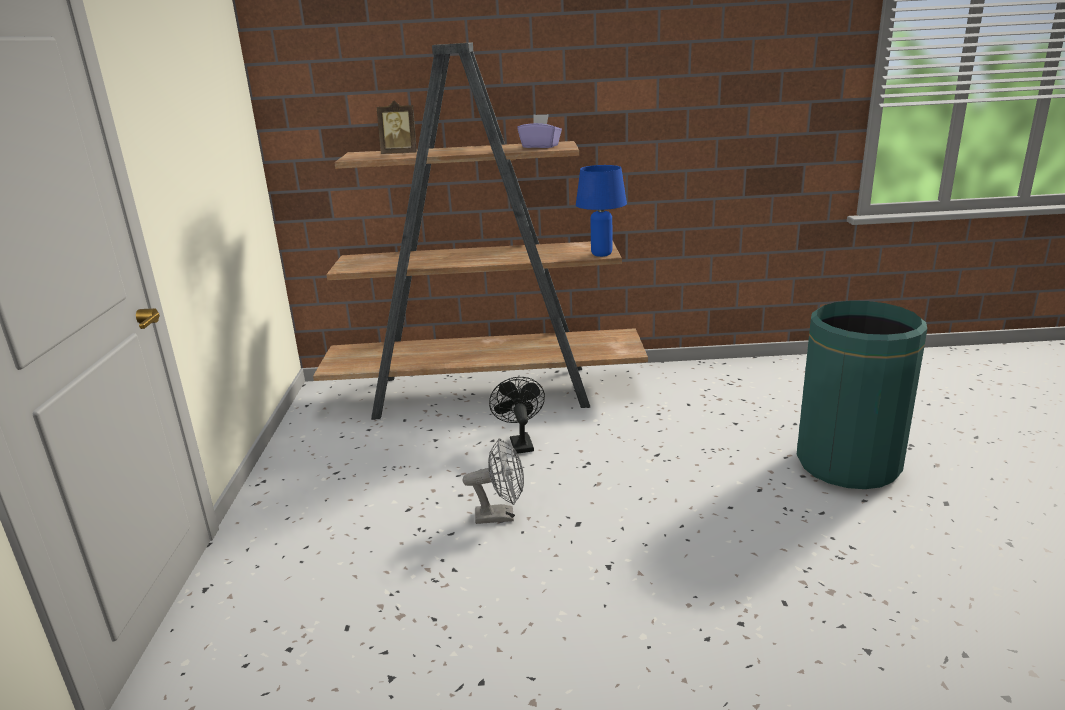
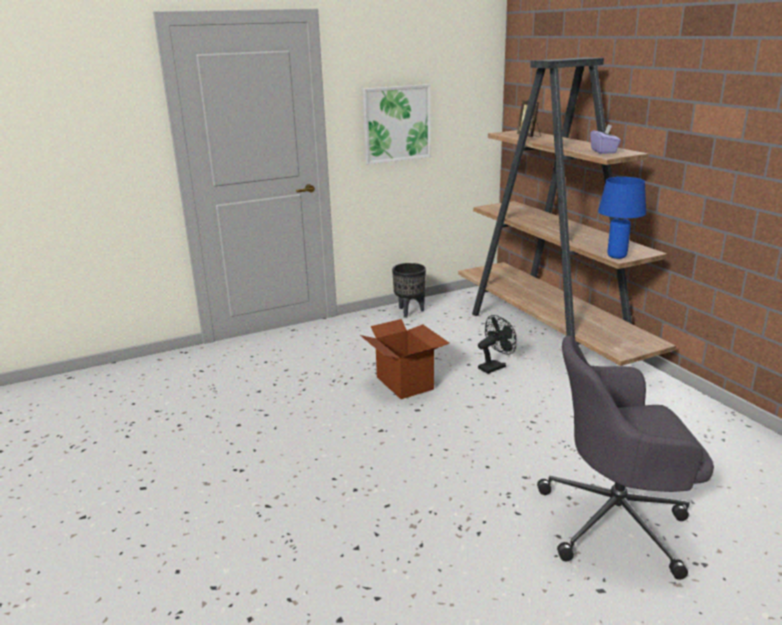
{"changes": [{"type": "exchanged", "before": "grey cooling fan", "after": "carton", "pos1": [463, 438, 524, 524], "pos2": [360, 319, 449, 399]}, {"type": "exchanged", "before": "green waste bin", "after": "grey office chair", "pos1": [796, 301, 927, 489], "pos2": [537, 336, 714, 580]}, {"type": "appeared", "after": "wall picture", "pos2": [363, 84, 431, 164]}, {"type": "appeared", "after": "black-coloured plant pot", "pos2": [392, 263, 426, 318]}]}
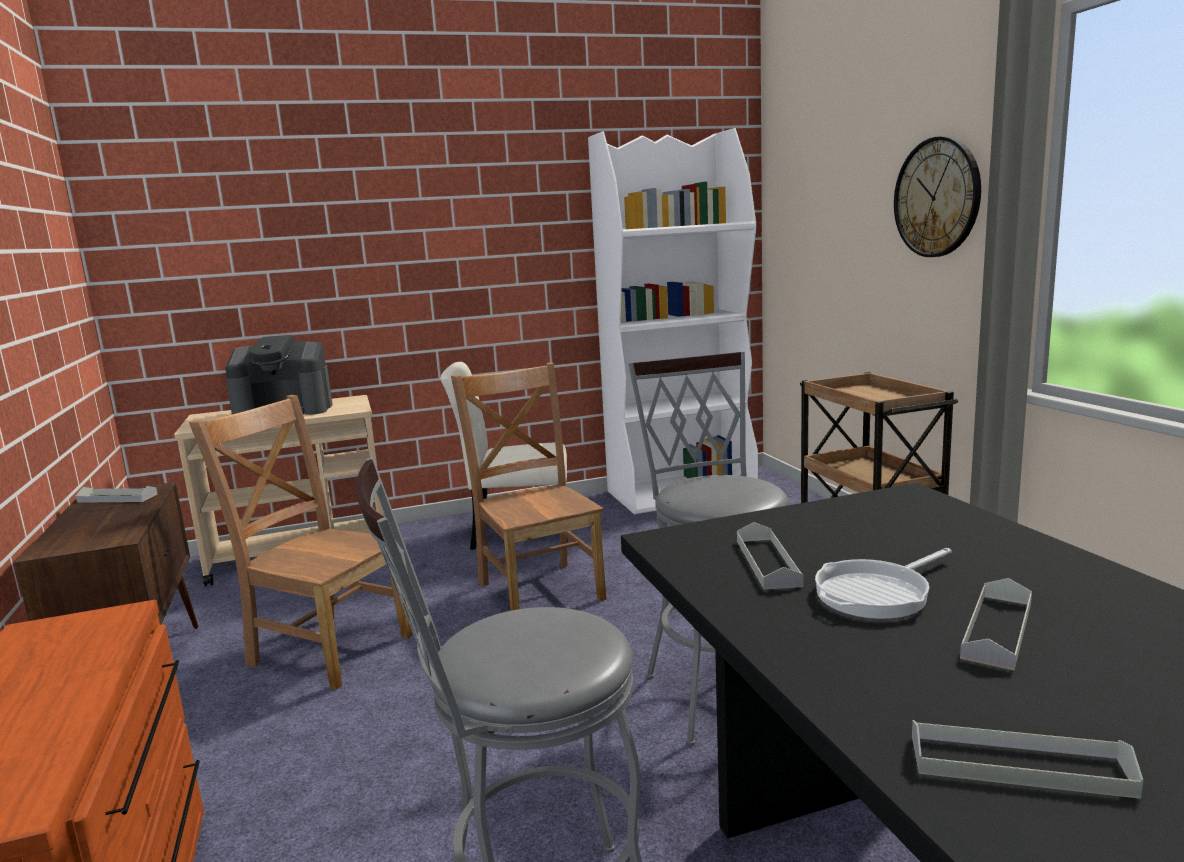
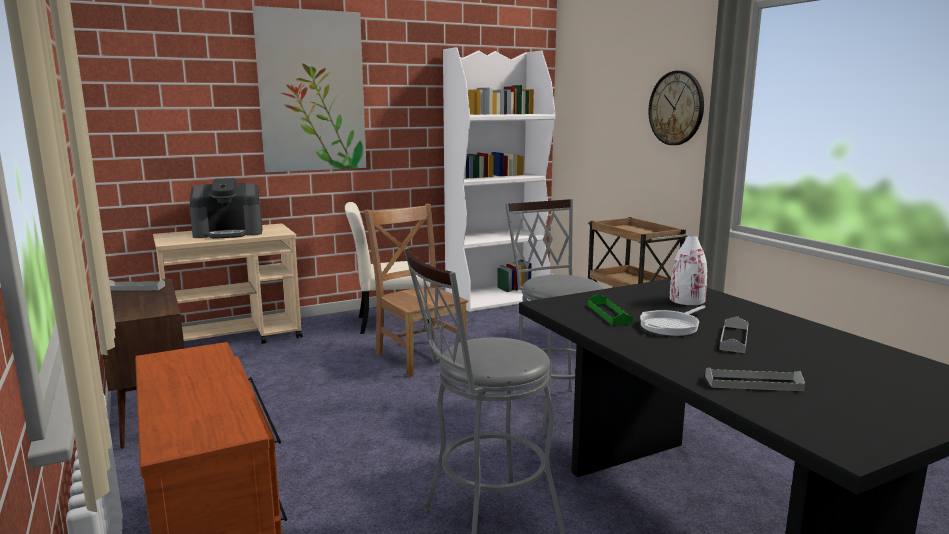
{"changes": [{"type": "missing", "before": "brown-coloured chair", "pos1": [189, 395, 412, 690]}, {"type": "colour", "before": "grey serving tray", "after": "green serving tray", "pos1": [737, 522, 804, 590], "pos2": [588, 294, 633, 325]}, {"type": "appeared", "after": "wall picture", "pos2": [252, 6, 366, 172]}, {"type": "appeared", "after": "whitish vase", "pos2": [670, 235, 707, 305]}]}
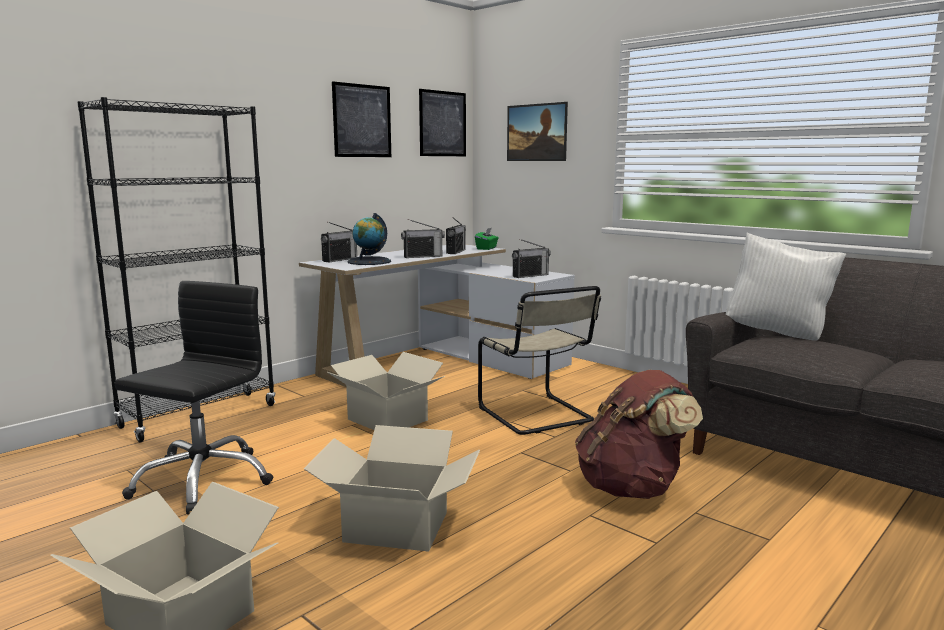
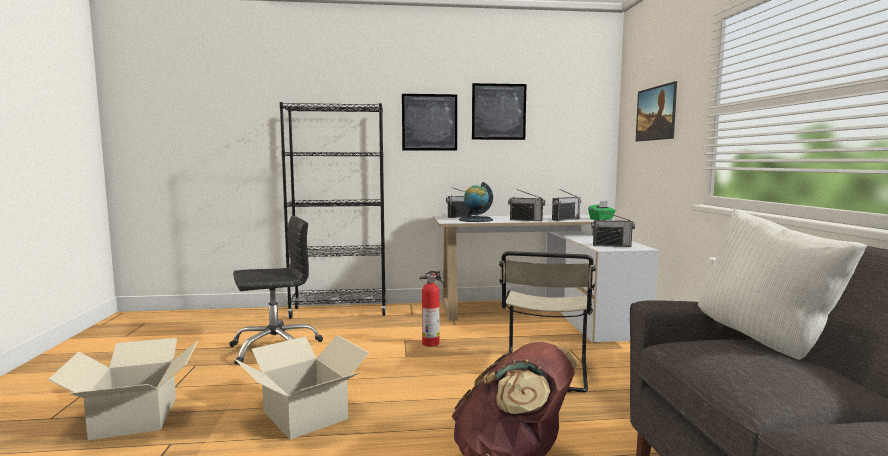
{"changes": [{"type": "exchanged", "before": "carton", "after": "extinguisher", "pos1": [327, 352, 445, 430], "pos2": [419, 271, 445, 347]}, {"type": "relocated", "before": "wall picture", "pos1": [419, 89, 466, 156], "pos2": [402, 94, 457, 151]}]}
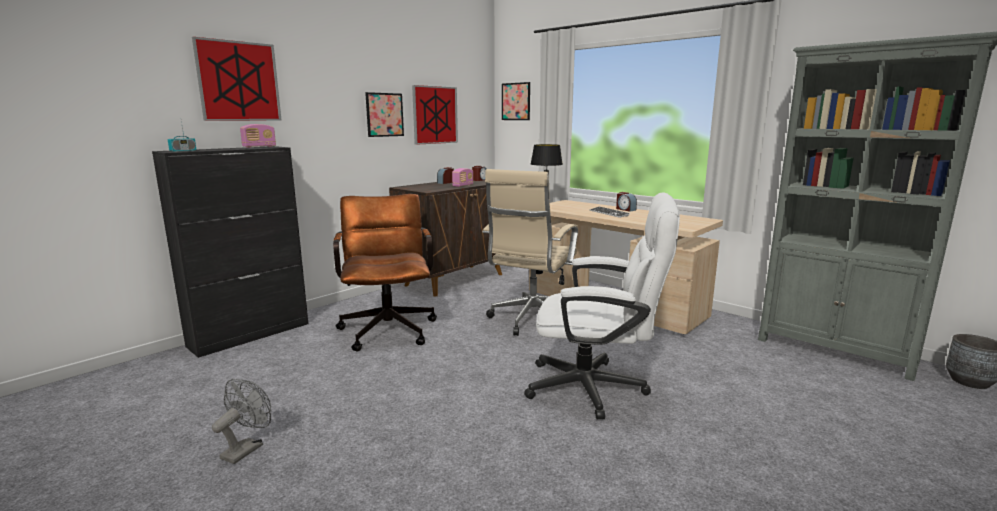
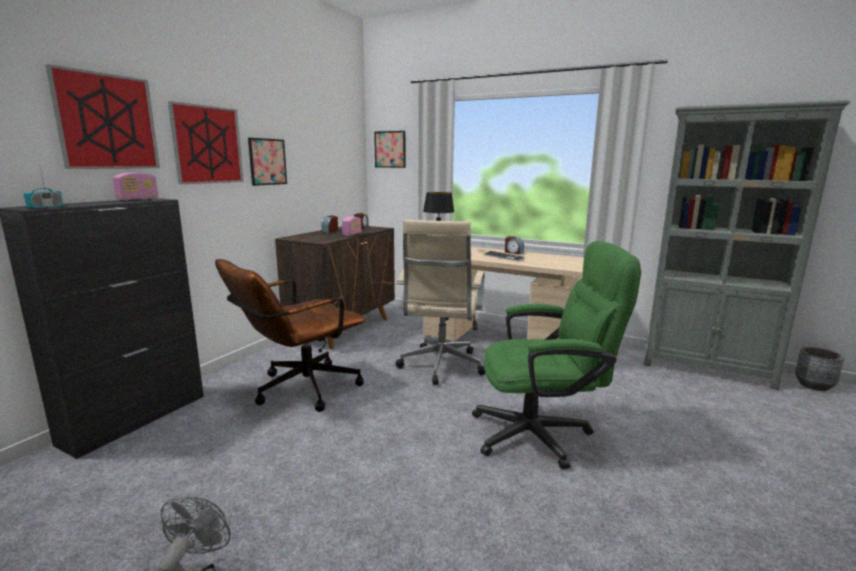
{"changes": [{"type": "spun", "before": "brown-coloured office chair", "pos1": [333, 194, 437, 351], "pos2": [215, 259, 365, 412], "turn": -105}, {"type": "relocated", "before": "wall picture", "pos1": [412, 85, 458, 145], "pos2": [168, 101, 244, 184]}, {"type": "colour", "before": "whitish office chair", "after": "green office chair", "pos1": [524, 192, 680, 420], "pos2": [472, 241, 641, 469]}]}
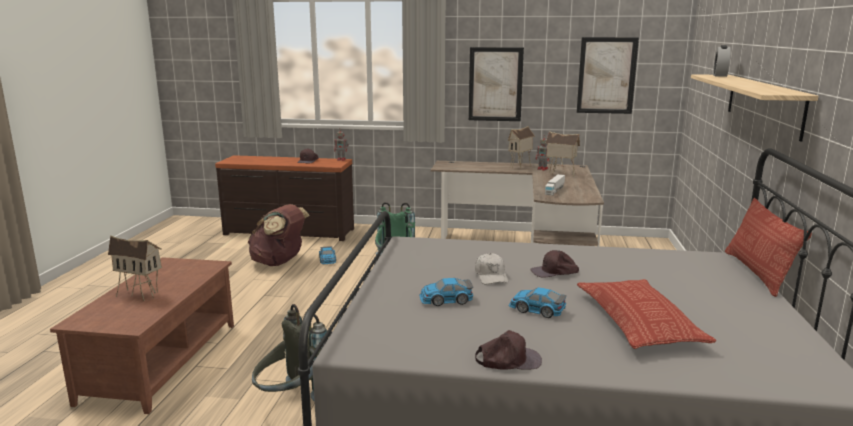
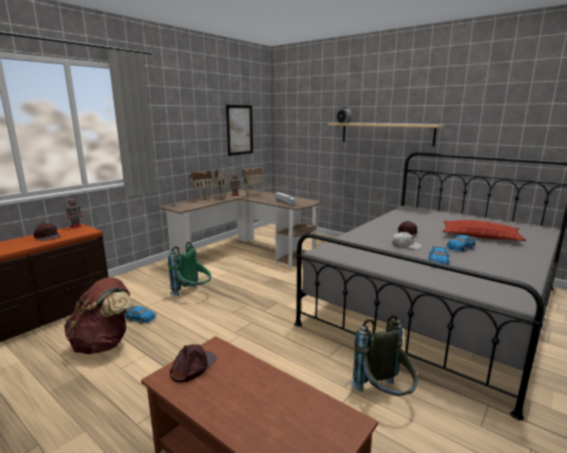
{"changes": [{"type": "relocated", "before": "miniature house", "pos1": [108, 236, 162, 301], "pos2": [189, 170, 213, 202]}, {"type": "missing", "before": "wall picture", "pos1": [469, 47, 524, 121]}, {"type": "relocated", "before": "brown-coloured baseball cap", "pos1": [475, 330, 542, 370], "pos2": [170, 344, 216, 383]}, {"type": "missing", "before": "throw pillow", "pos1": [725, 198, 812, 297]}]}
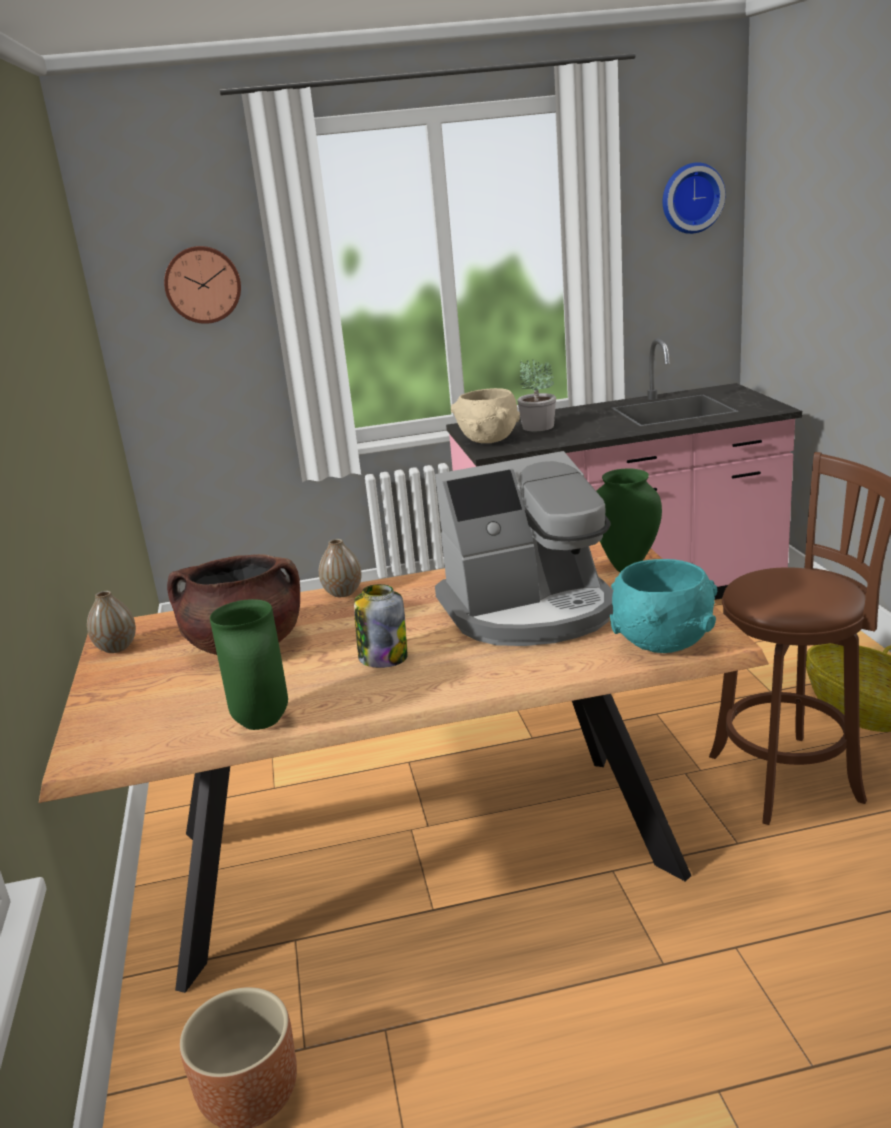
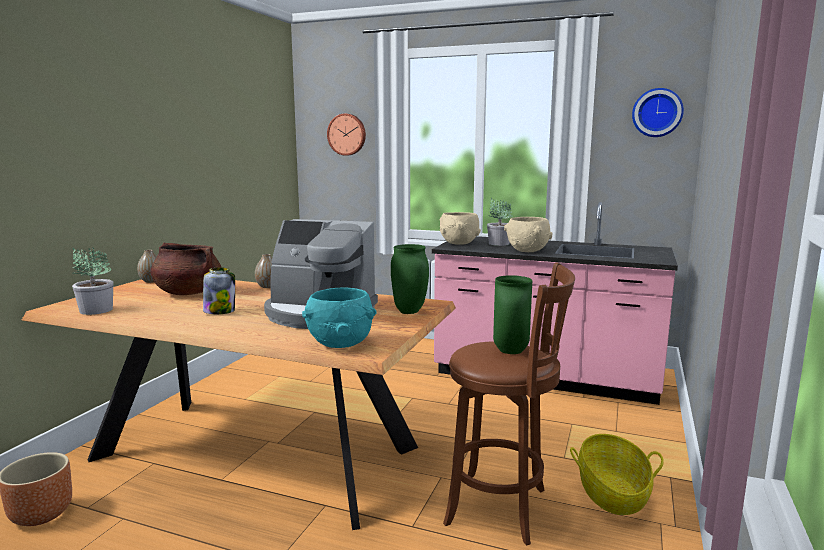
{"changes": [{"type": "relocated", "before": "green vase", "pos1": [210, 599, 288, 730], "pos2": [493, 275, 532, 354]}, {"type": "appeared", "after": "potted plant", "pos2": [72, 247, 113, 315]}, {"type": "appeared", "after": "sand-coloured bowl", "pos2": [504, 217, 552, 252]}]}
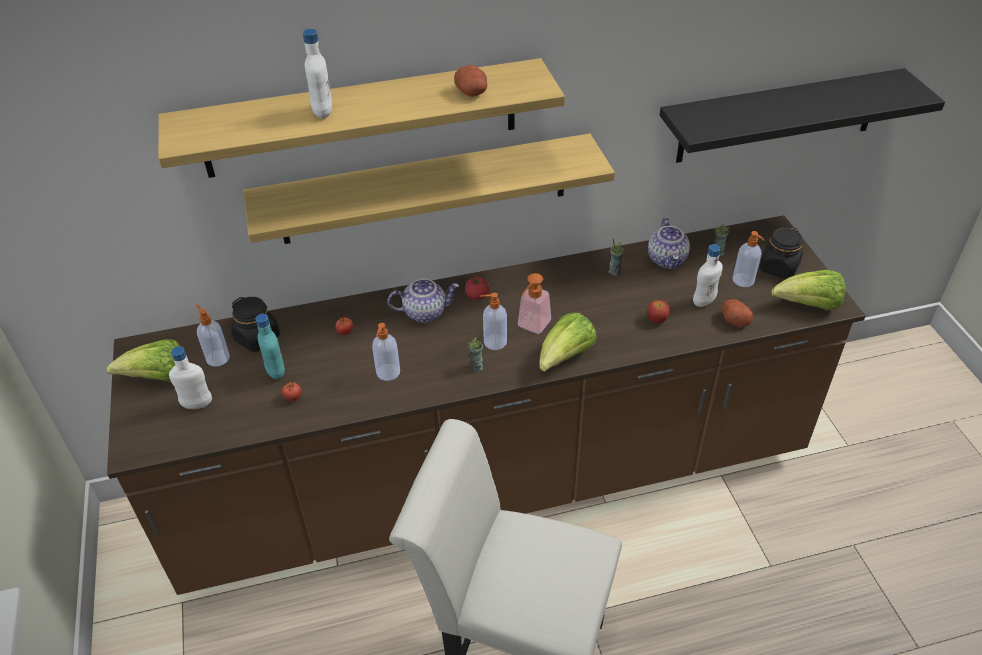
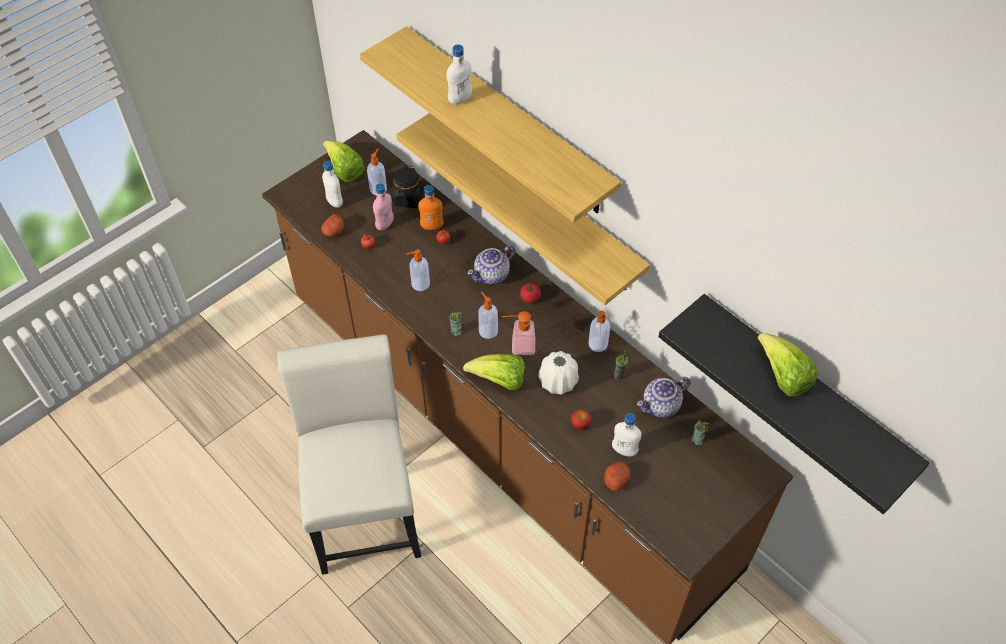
{"changes": [{"type": "colour", "before": "blue-green beverage bottle", "after": "pink-coloured beverage bottle", "pos1": [255, 314, 285, 379], "pos2": [373, 183, 394, 230]}, {"type": "spun", "before": "tea pot", "pos1": [387, 279, 459, 323], "pos2": [468, 245, 515, 284], "turn": 90}, {"type": "relocated", "before": "spud", "pos1": [454, 65, 487, 97], "pos2": [321, 214, 344, 237]}, {"type": "relocated", "before": "liquid soap bottle", "pos1": [732, 231, 765, 287], "pos2": [588, 311, 610, 352]}, {"type": "missing", "before": "black-coloured preserve jar", "pos1": [759, 226, 803, 279]}, {"type": "relocated", "before": "lettuce", "pos1": [771, 270, 845, 310], "pos2": [758, 333, 818, 396]}, {"type": "appeared", "after": "orange-coloured beverage bottle", "pos2": [418, 185, 444, 230]}, {"type": "appeared", "after": "whitish vase", "pos2": [538, 351, 579, 395]}]}
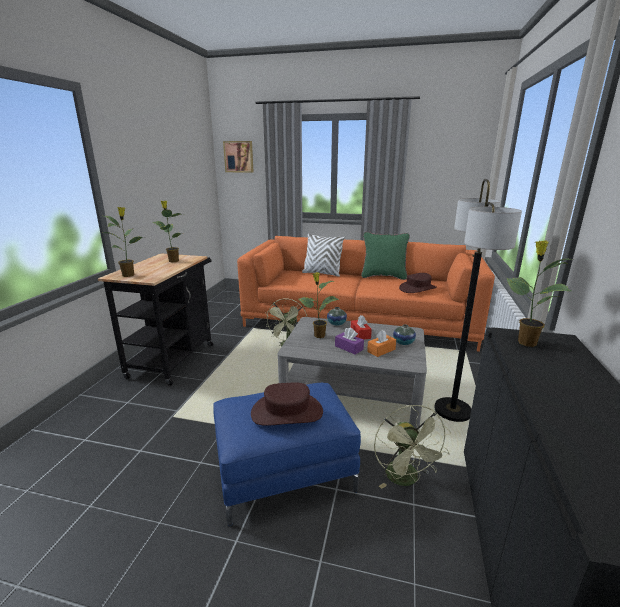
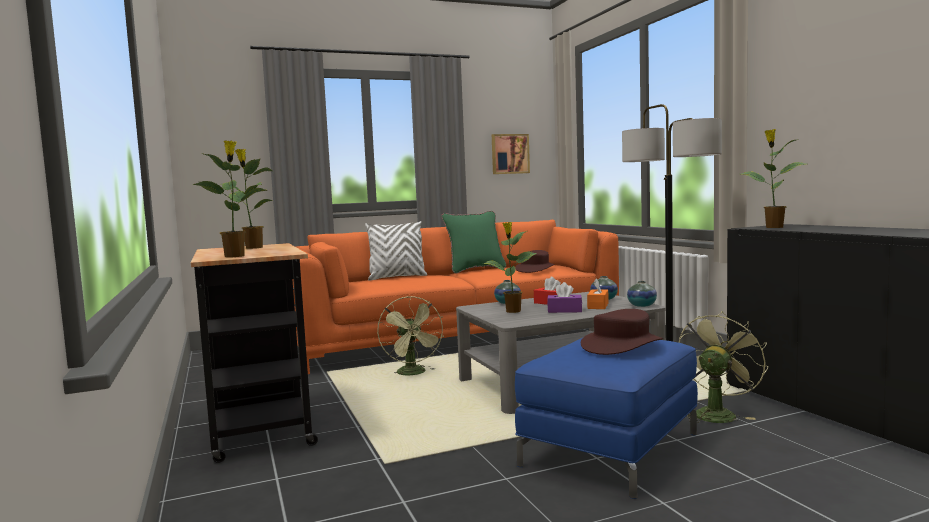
{"changes": [{"type": "relocated", "before": "wall picture", "pos1": [223, 141, 253, 173], "pos2": [492, 134, 530, 174]}, {"type": "spun", "before": "green cooling fan", "pos1": [374, 405, 451, 489], "pos2": [679, 311, 768, 423], "turn": -90}, {"type": "appeared", "after": "vase", "pos2": [627, 281, 657, 307]}]}
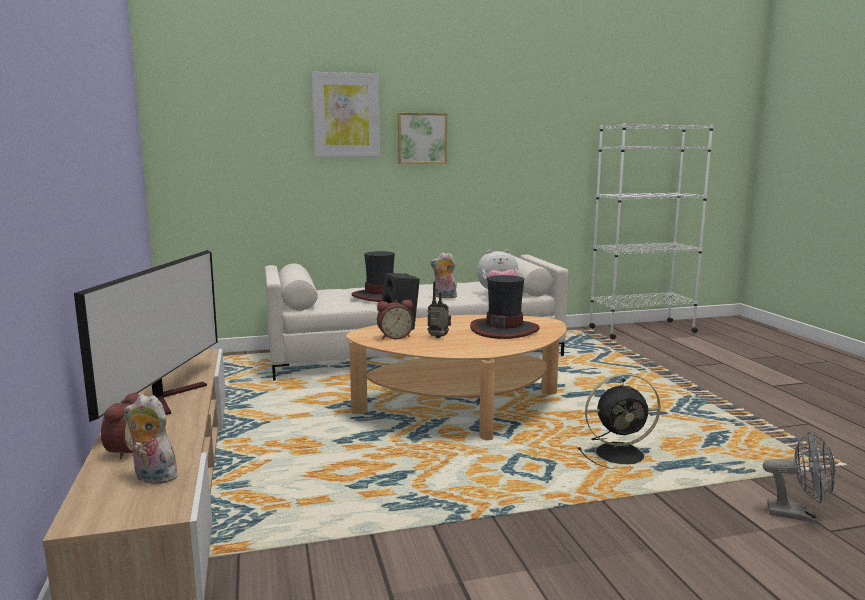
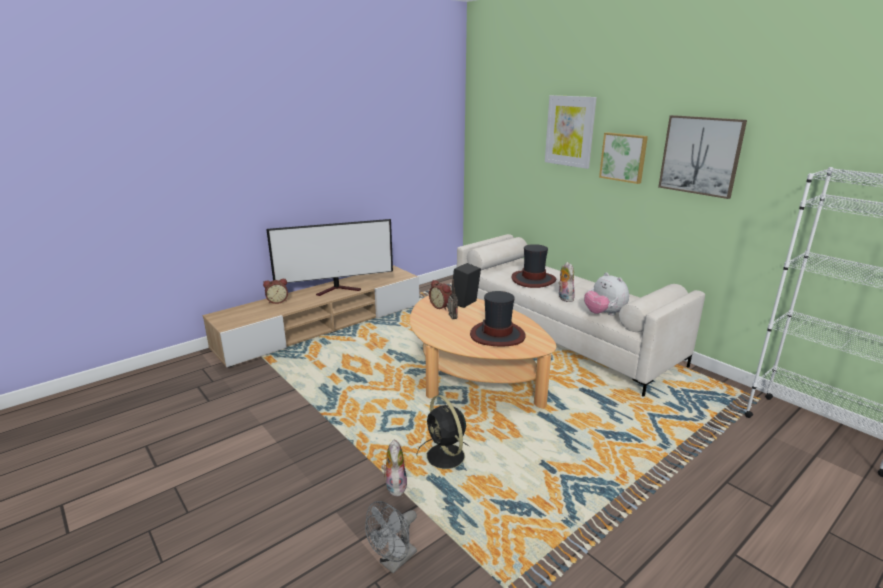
{"changes": [{"type": "relocated", "before": "plush toy", "pos1": [125, 394, 177, 484], "pos2": [382, 440, 407, 496]}, {"type": "spun", "before": "grey cooling fan", "pos1": [763, 431, 836, 523], "pos2": [365, 501, 417, 573], "turn": 45}, {"type": "appeared", "after": "wall picture", "pos2": [658, 115, 747, 199]}]}
